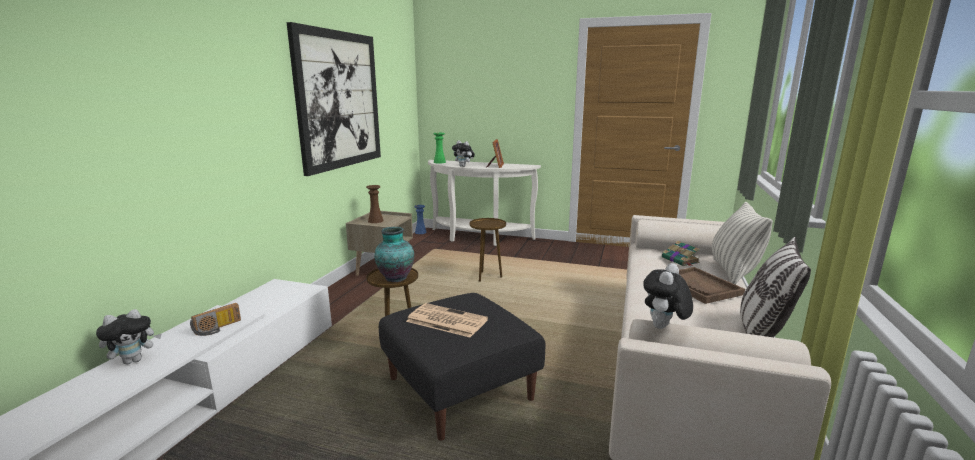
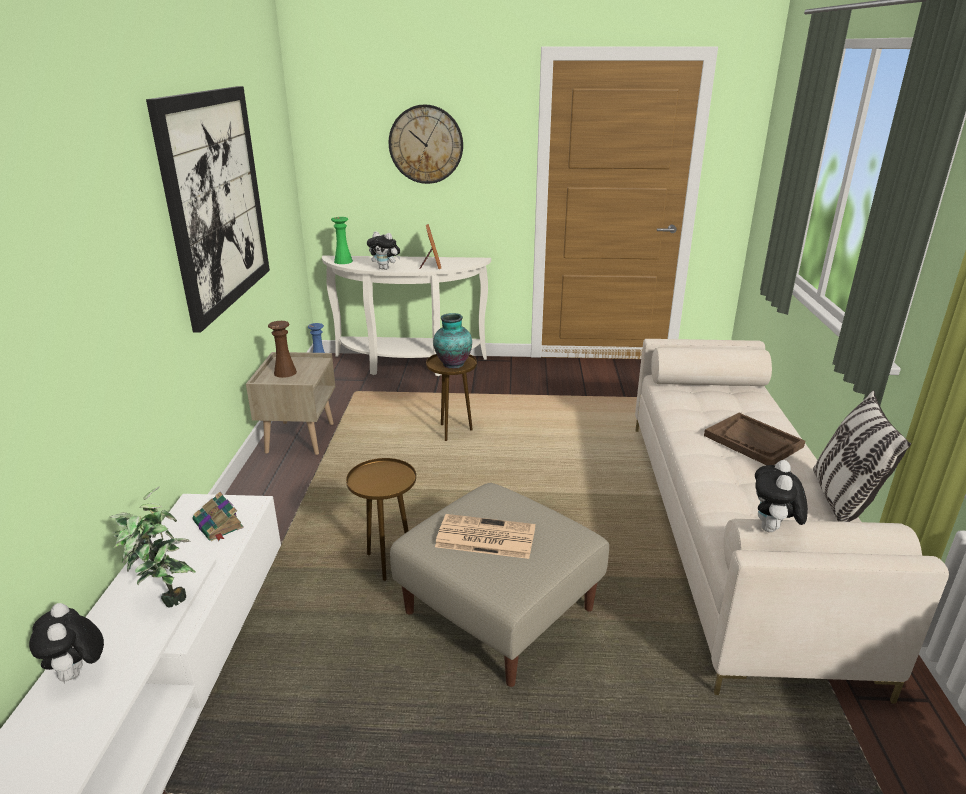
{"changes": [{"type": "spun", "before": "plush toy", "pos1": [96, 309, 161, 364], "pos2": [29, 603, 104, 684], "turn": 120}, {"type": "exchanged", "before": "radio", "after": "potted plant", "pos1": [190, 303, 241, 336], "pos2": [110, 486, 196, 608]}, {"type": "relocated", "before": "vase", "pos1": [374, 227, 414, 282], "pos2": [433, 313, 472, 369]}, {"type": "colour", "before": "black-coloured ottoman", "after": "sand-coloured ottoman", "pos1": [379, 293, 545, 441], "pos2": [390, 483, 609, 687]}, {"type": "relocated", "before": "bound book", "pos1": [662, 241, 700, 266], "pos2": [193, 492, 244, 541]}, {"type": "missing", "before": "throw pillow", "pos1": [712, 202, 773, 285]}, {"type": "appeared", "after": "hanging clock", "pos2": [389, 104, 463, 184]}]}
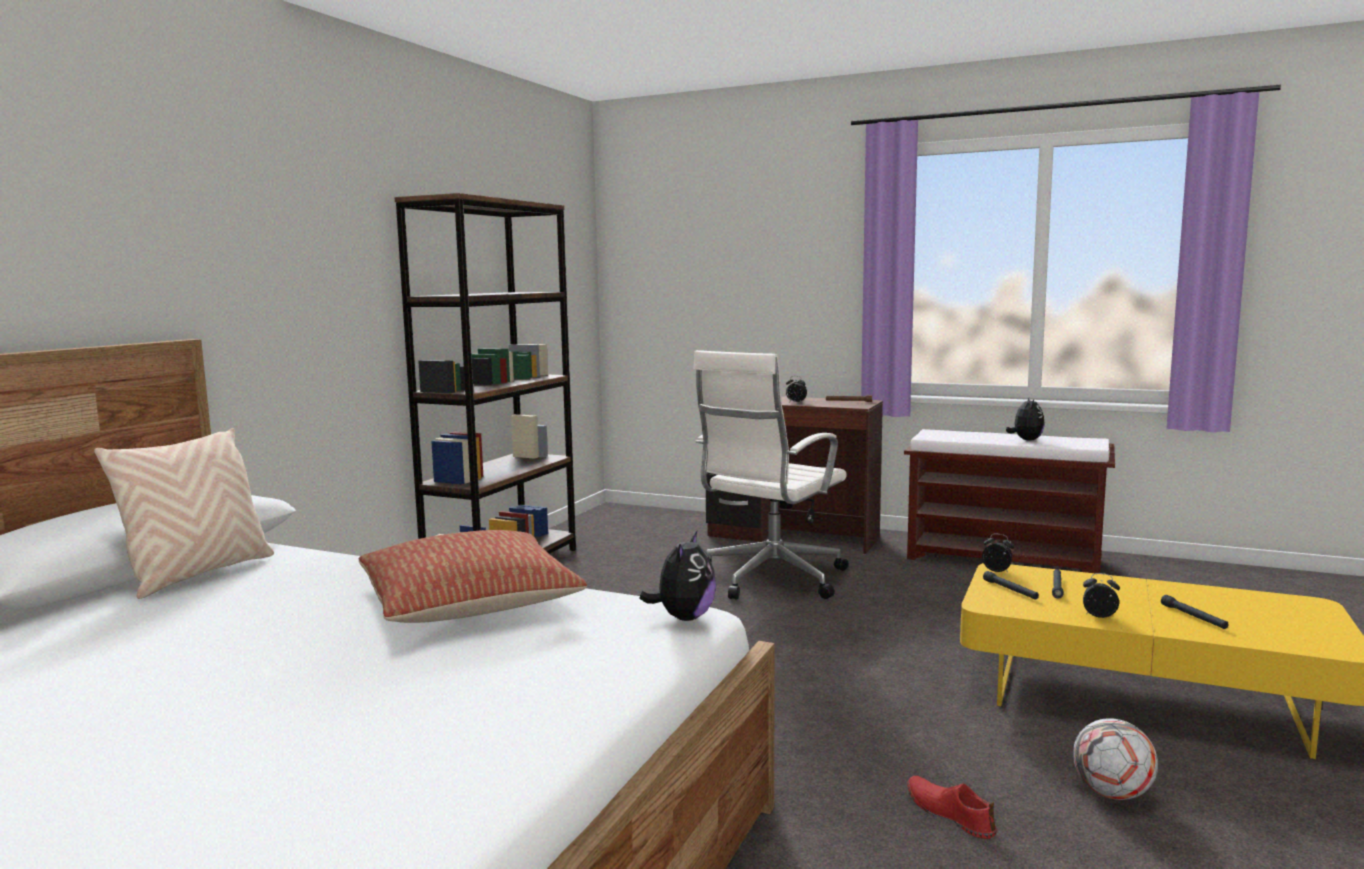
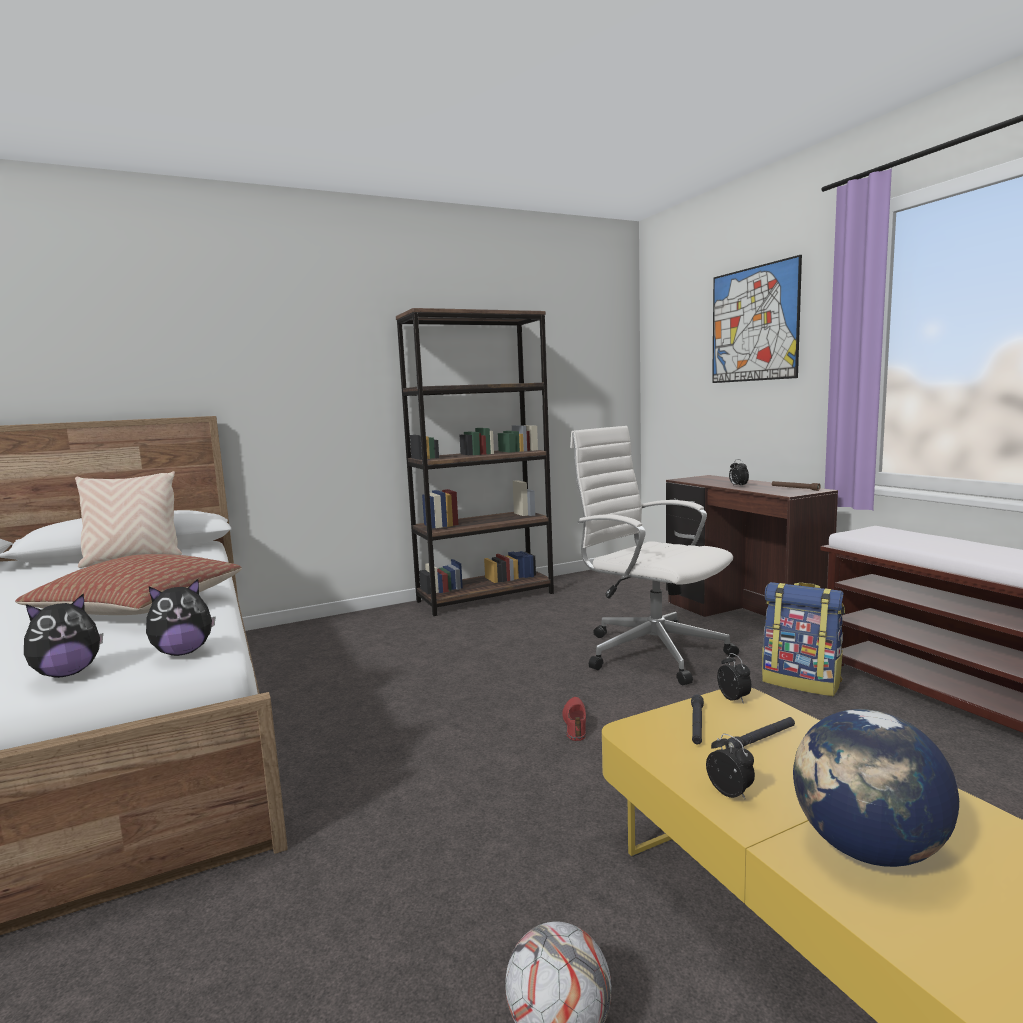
{"changes": [{"type": "spun", "before": "whitish office chair", "pos1": [693, 350, 849, 600], "pos2": [570, 426, 739, 685], "turn": 60}, {"type": "relocated", "before": "red-coloured item of footwear", "pos1": [907, 776, 996, 839], "pos2": [562, 697, 586, 741]}, {"type": "relocated", "before": "plush toy", "pos1": [1006, 397, 1045, 441], "pos2": [24, 594, 103, 678]}, {"type": "exchanged", "before": "black-coloured torch", "after": "globe", "pos1": [1161, 595, 1229, 629], "pos2": [793, 709, 959, 867]}, {"type": "appeared", "after": "wall picture", "pos2": [712, 255, 802, 383]}, {"type": "appeared", "after": "knapsack", "pos2": [762, 582, 845, 696]}]}
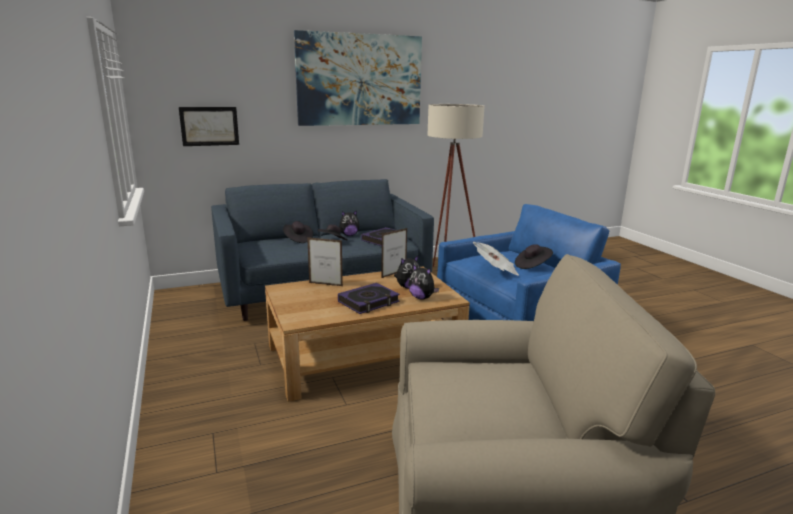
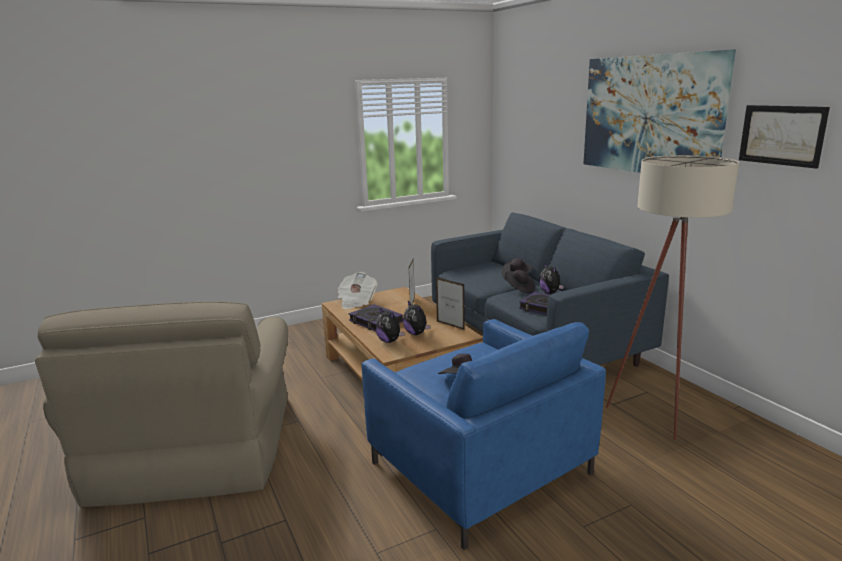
{"changes": [{"type": "relocated", "before": "wall picture", "pos1": [179, 107, 239, 146], "pos2": [739, 105, 830, 169]}, {"type": "spun", "before": "plush toy", "pos1": [408, 264, 439, 300], "pos2": [375, 308, 405, 343], "turn": -75}, {"type": "relocated", "before": "printed paper", "pos1": [473, 242, 519, 275], "pos2": [337, 272, 378, 309]}]}
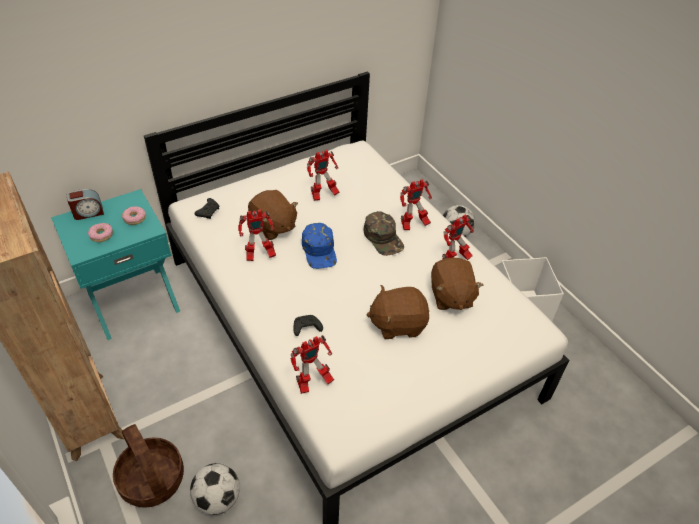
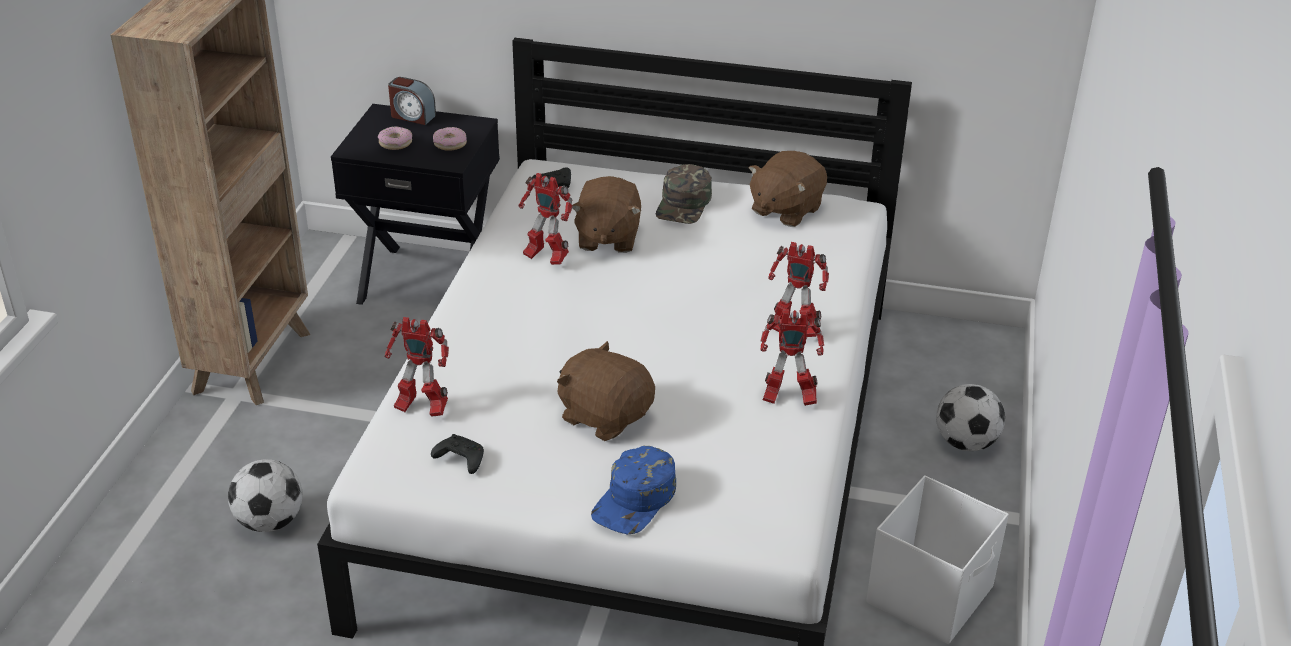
{"changes": [{"type": "colour", "before": "blue-green night table", "after": "black-coloured night table", "pos1": [51, 189, 180, 340], "pos2": [331, 104, 500, 305]}, {"type": "missing", "before": "basket", "pos1": [113, 424, 184, 508]}, {"type": "relocated", "before": "black-coloured joypad", "pos1": [293, 315, 323, 336], "pos2": [431, 434, 484, 474]}, {"type": "relocated", "before": "bluish baseball cap", "pos1": [302, 223, 337, 269], "pos2": [591, 446, 676, 535]}, {"type": "missing", "before": "model robot", "pos1": [307, 150, 340, 201]}, {"type": "relocated", "before": "green baseball cap", "pos1": [364, 211, 404, 256], "pos2": [656, 164, 712, 224]}, {"type": "relocated", "before": "brown-coloured plush toy", "pos1": [431, 258, 483, 310], "pos2": [749, 151, 827, 227]}]}
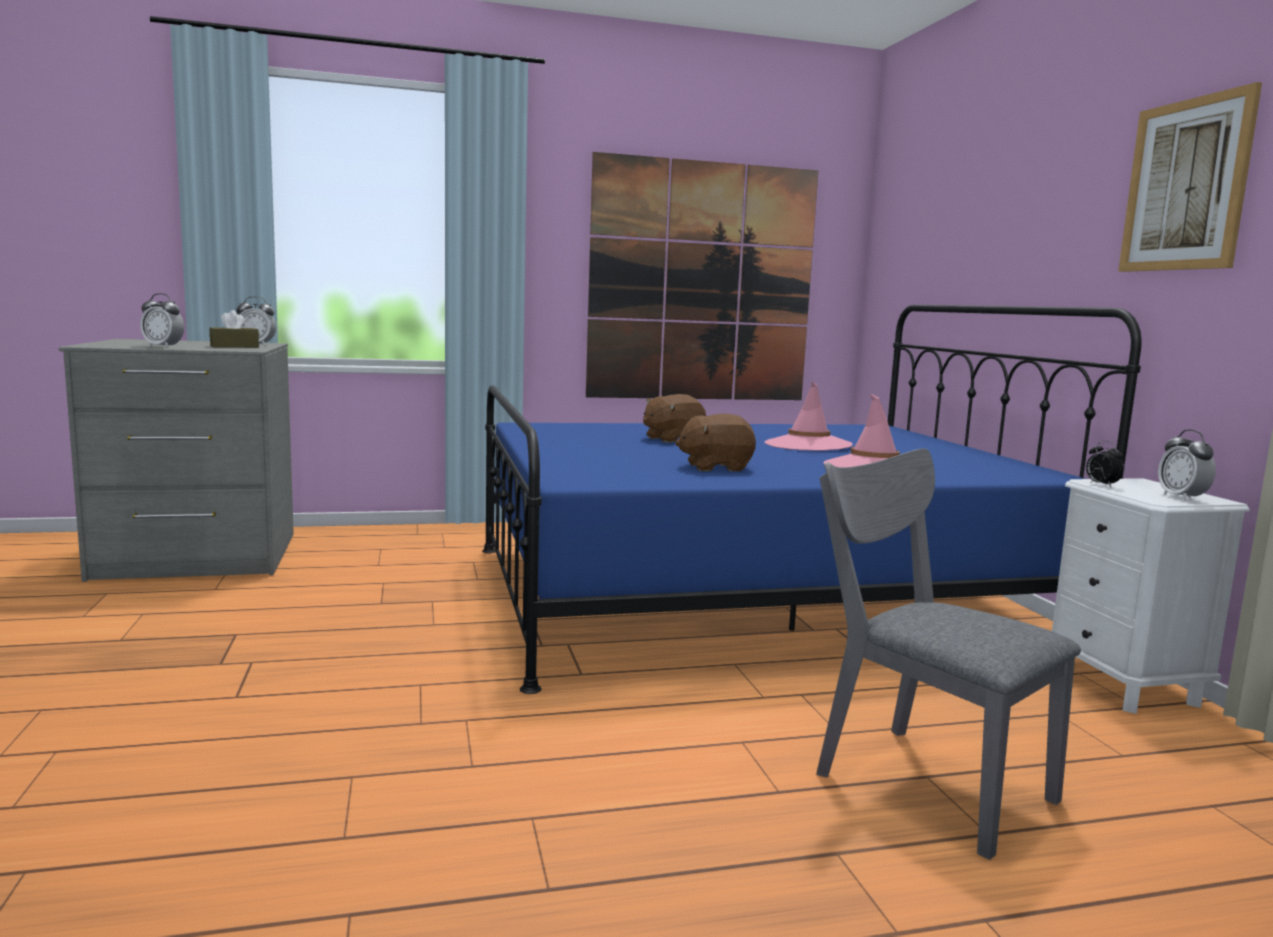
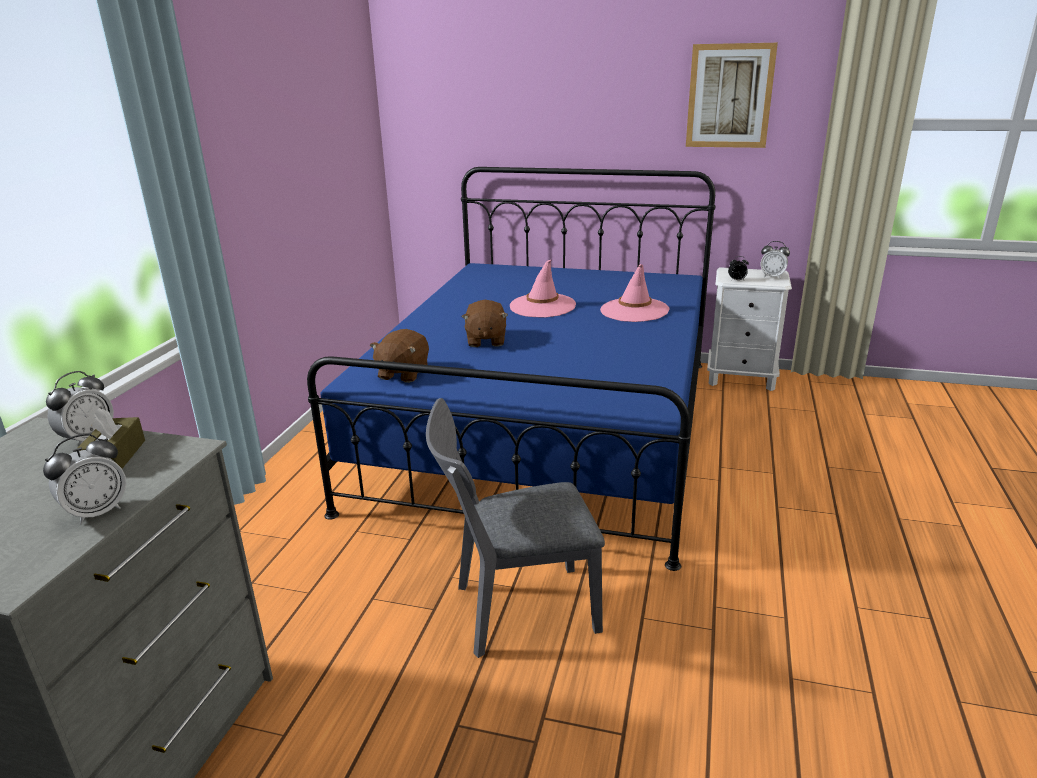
{"changes": [{"type": "missing", "before": "wall picture", "pos1": [586, 152, 818, 400]}, {"type": "relocated", "before": "brown-coloured plush toy", "pos1": [675, 414, 756, 471], "pos2": [370, 329, 429, 383]}, {"type": "relocated", "before": "grey chair", "pos1": [816, 448, 1081, 860], "pos2": [426, 398, 605, 658]}]}
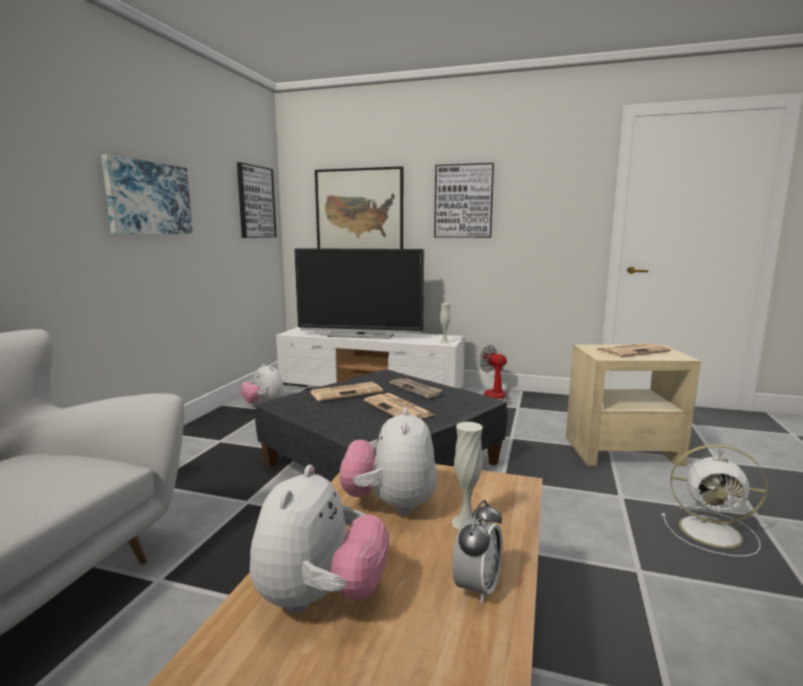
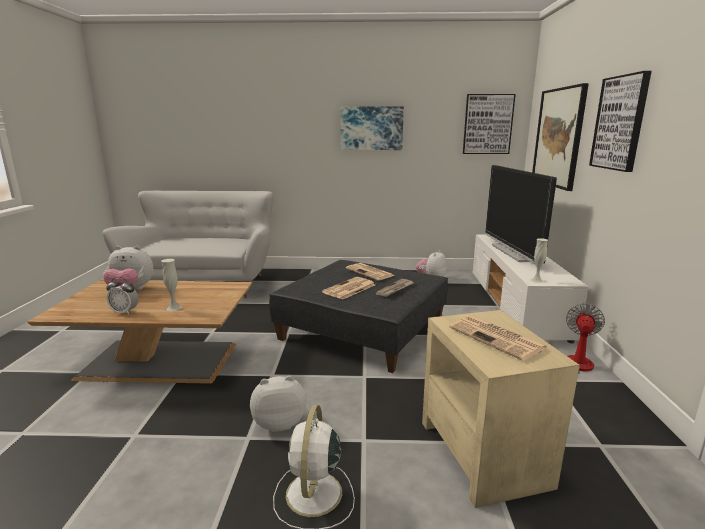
{"changes": [{"type": "relocated", "before": "plush toy", "pos1": [340, 407, 437, 515], "pos2": [250, 376, 306, 432]}]}
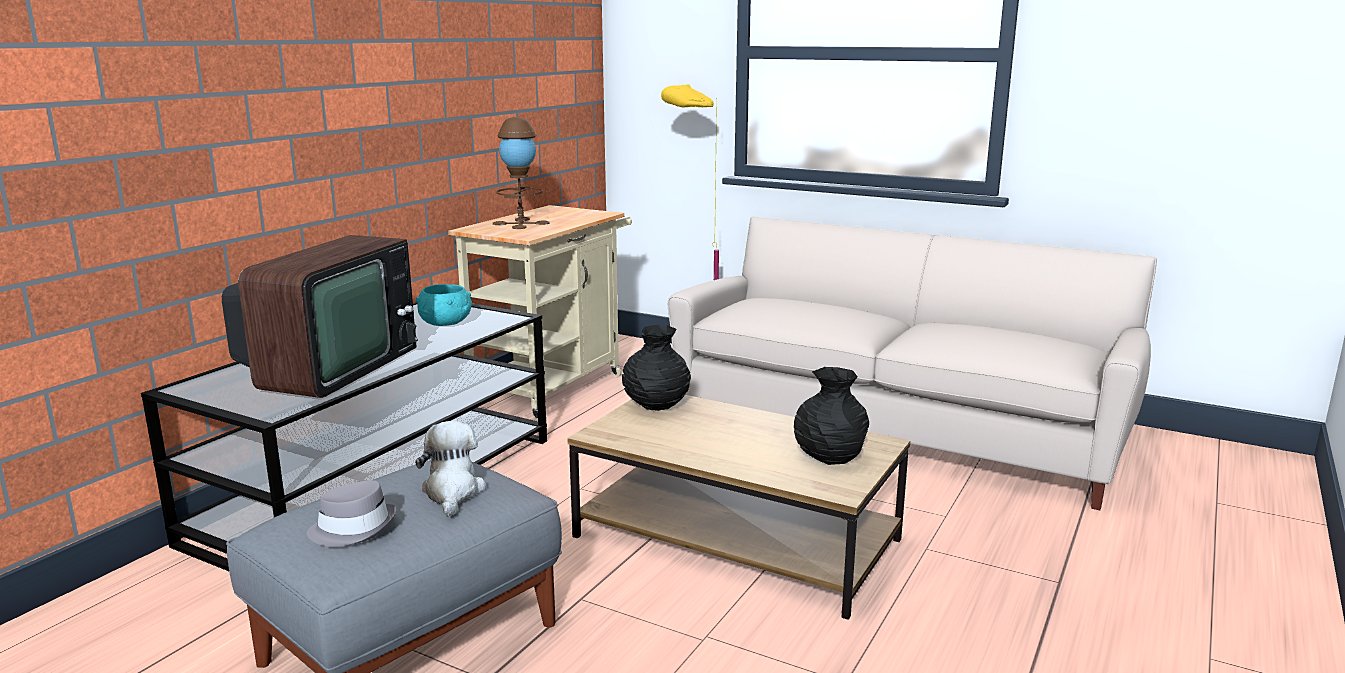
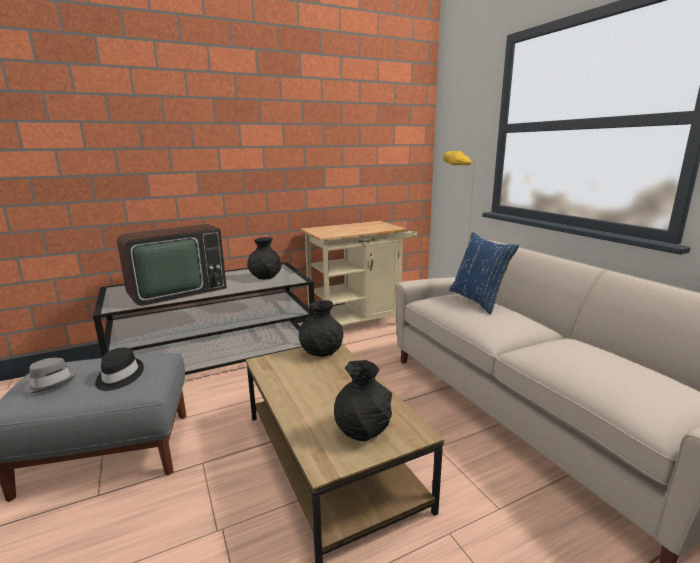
{"changes": [{"type": "exchanged", "before": "plush toy", "after": "black-coloured wearable hat", "pos1": [415, 421, 486, 516], "pos2": [95, 347, 144, 391]}, {"type": "exchanged", "before": "blue-green bowl", "after": "black-coloured vase", "pos1": [416, 284, 472, 326], "pos2": [247, 237, 282, 280]}, {"type": "missing", "before": "brown-coloured tabletop lamp", "pos1": [493, 117, 550, 229]}, {"type": "appeared", "after": "bluish throw pillow", "pos2": [449, 232, 519, 315]}]}
